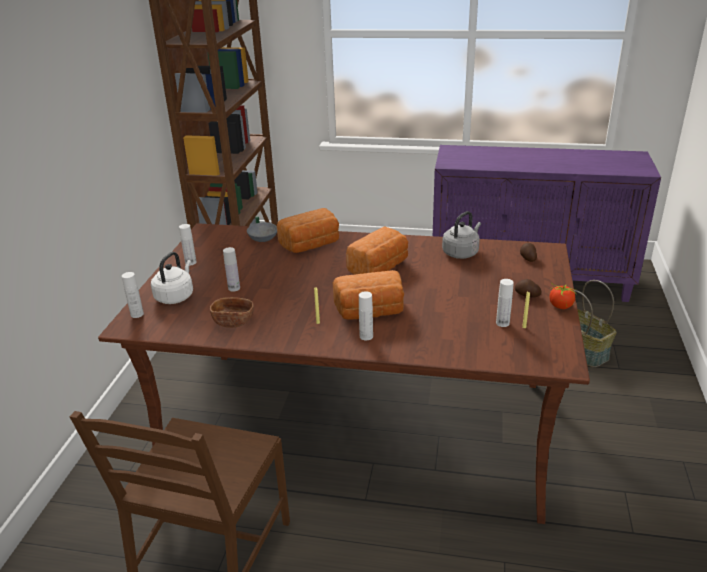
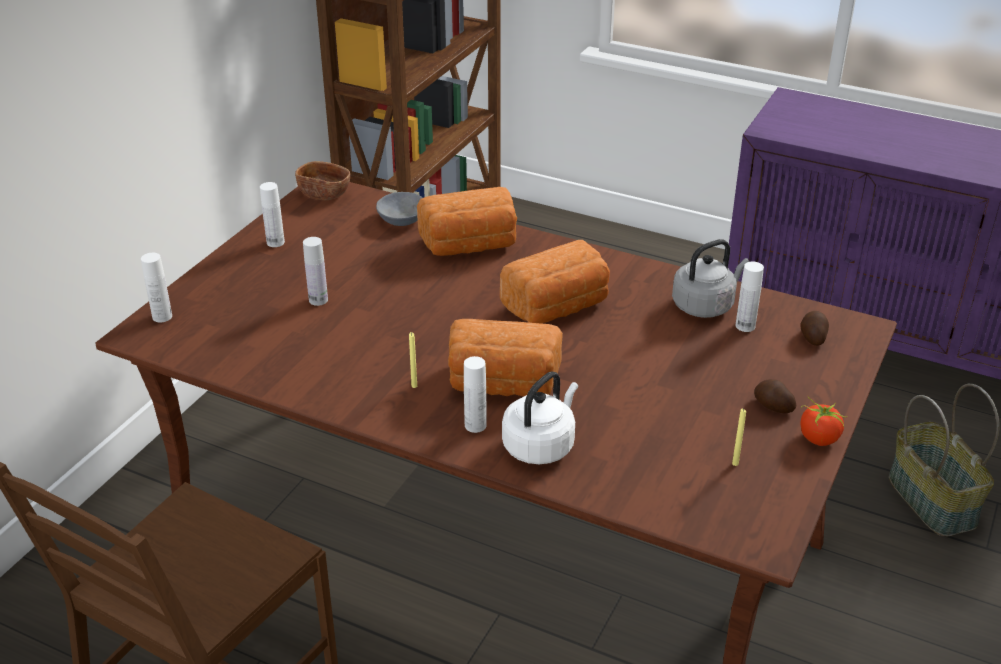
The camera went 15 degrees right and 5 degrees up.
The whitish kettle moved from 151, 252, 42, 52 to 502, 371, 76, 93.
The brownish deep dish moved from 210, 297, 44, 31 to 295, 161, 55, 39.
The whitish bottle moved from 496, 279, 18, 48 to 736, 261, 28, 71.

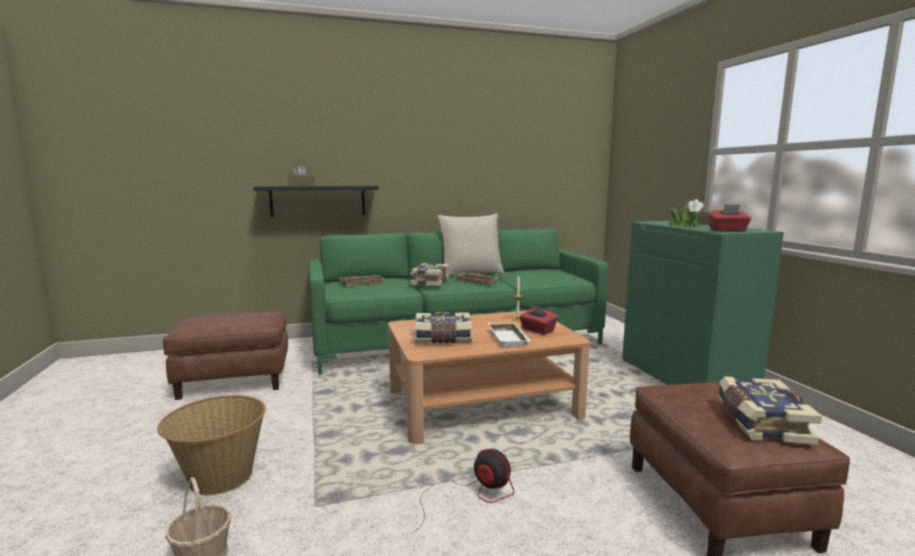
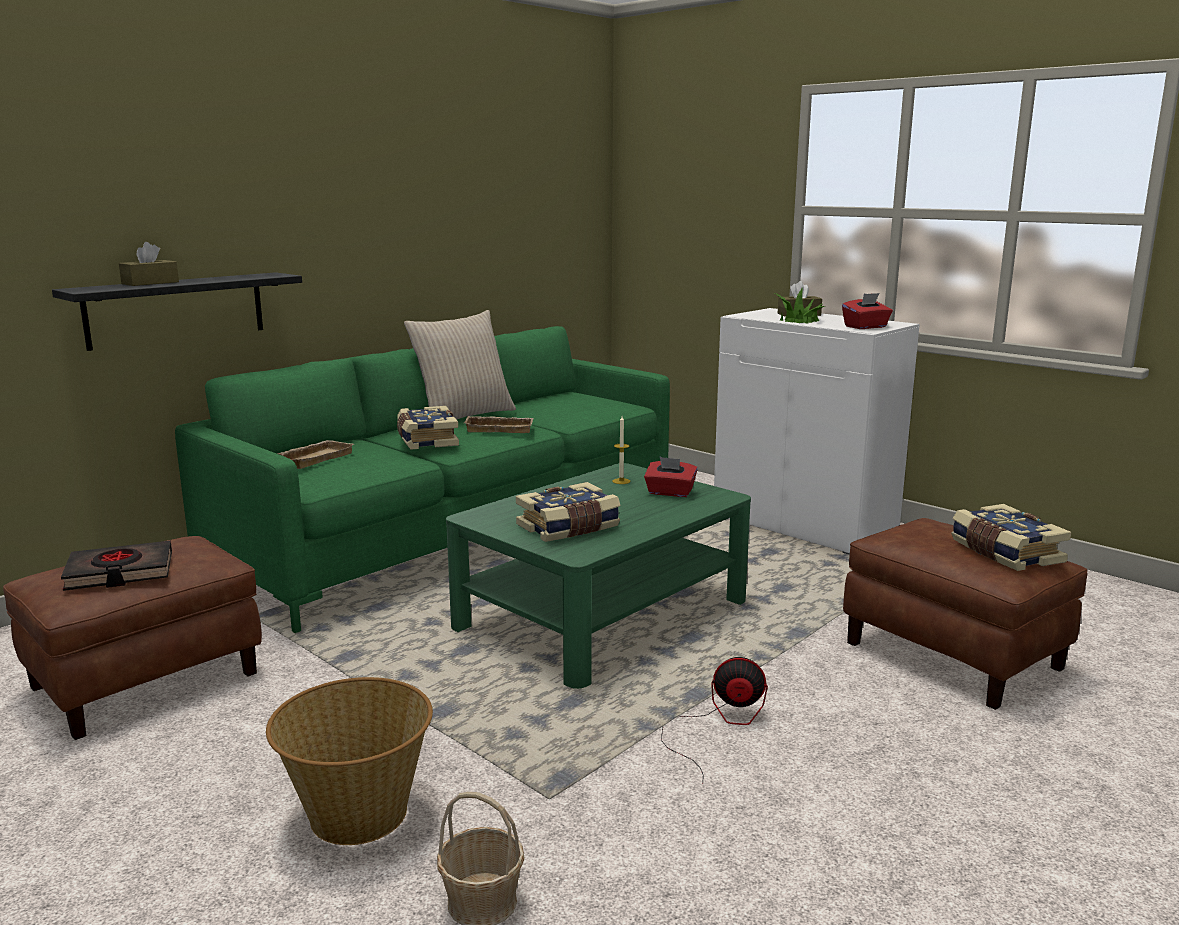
The camera went 30 degrees left and 5 degrees up.
The whitish carrying tray at 488, 322, 43, 26 disappeared.
The blackish volume at 61, 540, 111, 51 appeared.
The brownish low table at 388, 310, 202, 134 became the green-coloured low table at 446, 463, 305, 226.
The green-coloured storage cabinet at 622, 221, 162, 164 became the whitish storage cabinet at 714, 308, 206, 247.

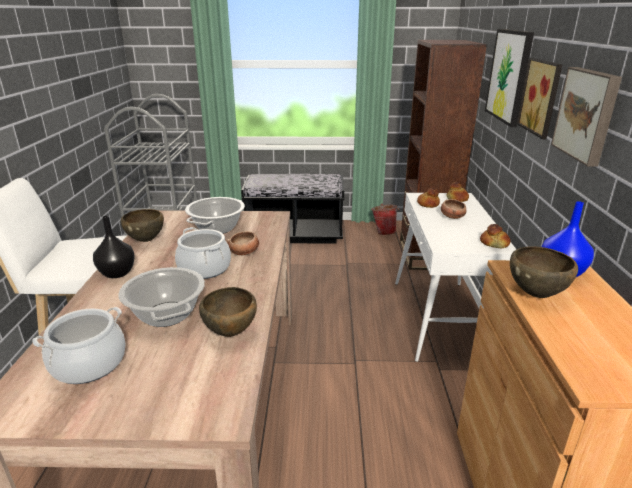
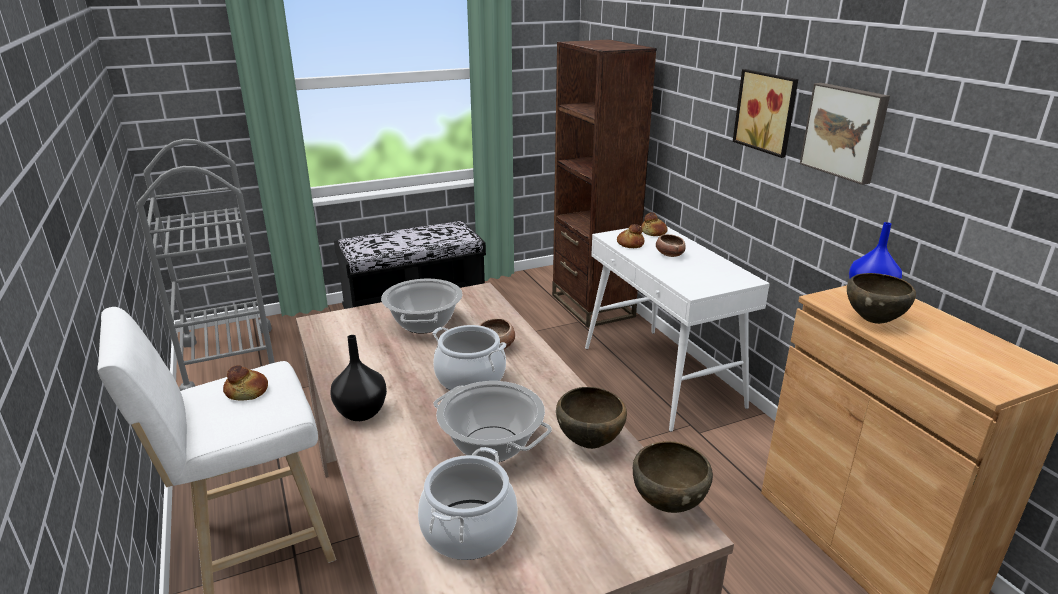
The camera went 25 degrees left and 0 degrees up.
The pail at 371, 204, 29, 31 disappeared.
The wall art at 485, 29, 49, 98 disappeared.
The brownish deep dish moved from 121, 209, 43, 33 to 633, 441, 80, 72.
The baked bread moved from 480, 224, 31, 24 to 223, 365, 45, 36.

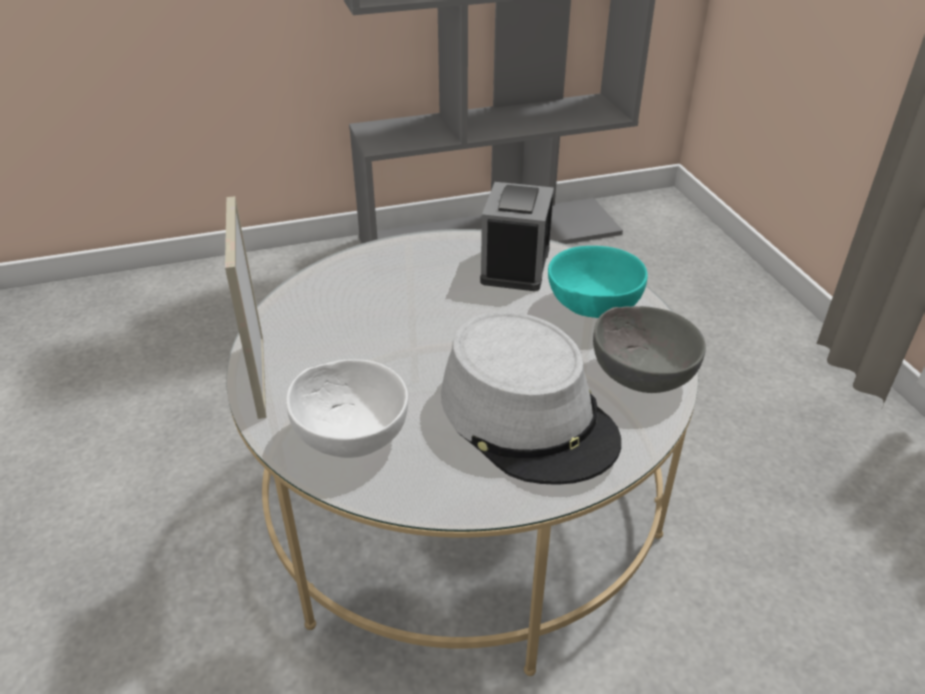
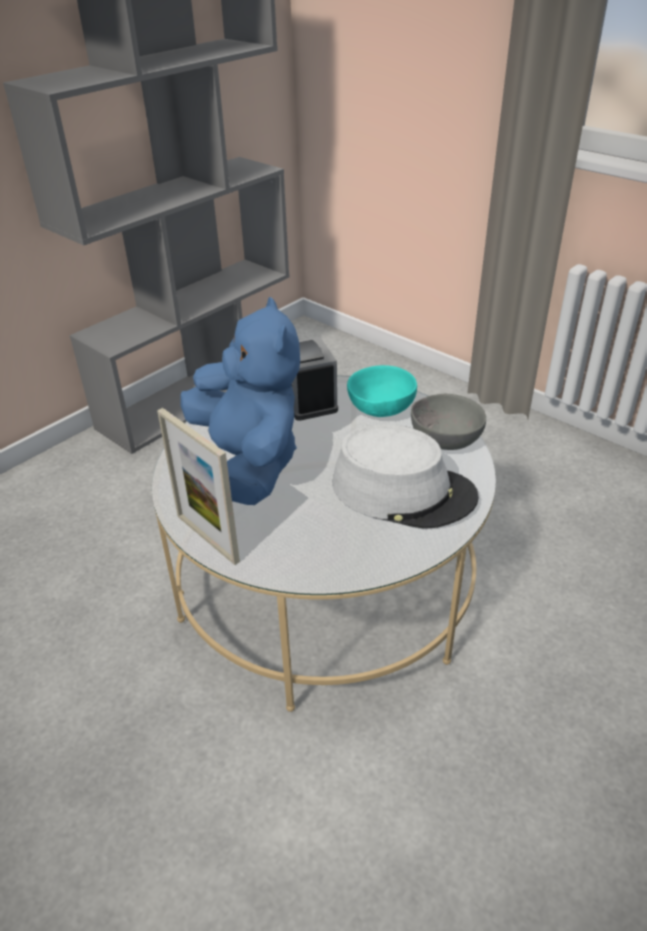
The camera went 30 degrees left and 0 degrees up.
The whitish deep dish at 286, 360, 122, 98 disappeared.
The bluish soft toy at 181, 297, 119, 208 appeared.

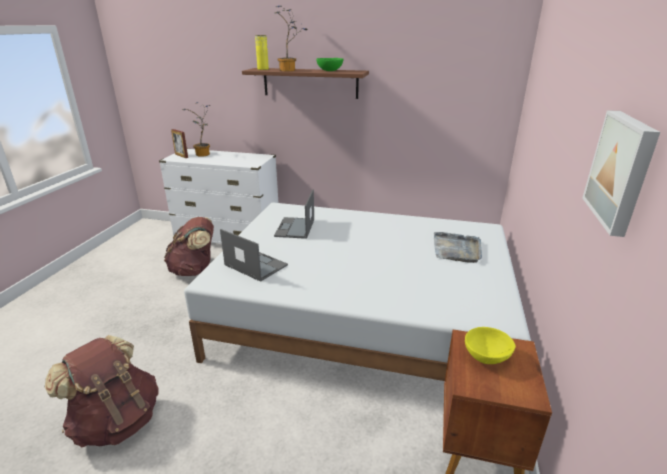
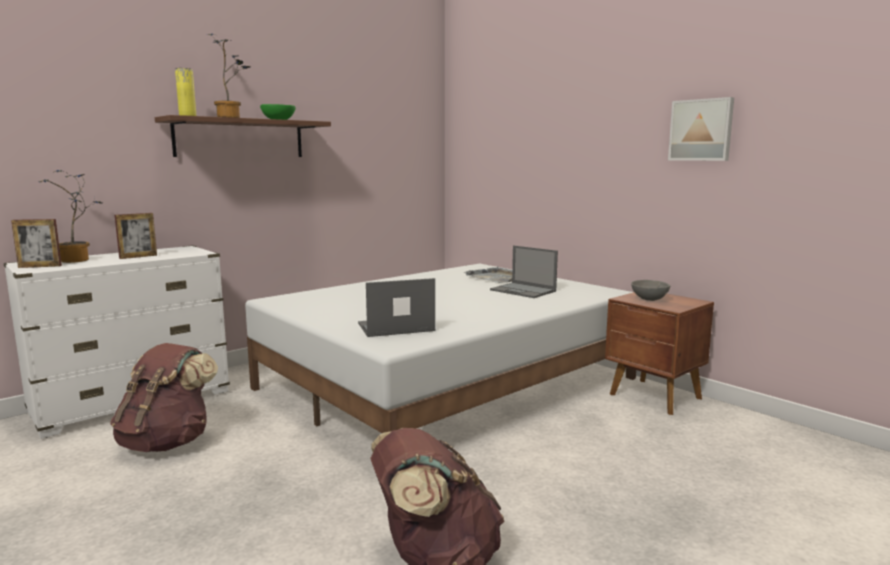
The camera went 55 degrees left and 15 degrees down.
The picture frame at 115, 213, 42, 46 appeared.
The portable computer moved from 274, 190, 40, 49 to 490, 245, 68, 53.
The yellowish deep dish at 465, 327, 51, 37 became the grey deep dish at 631, 280, 39, 21.

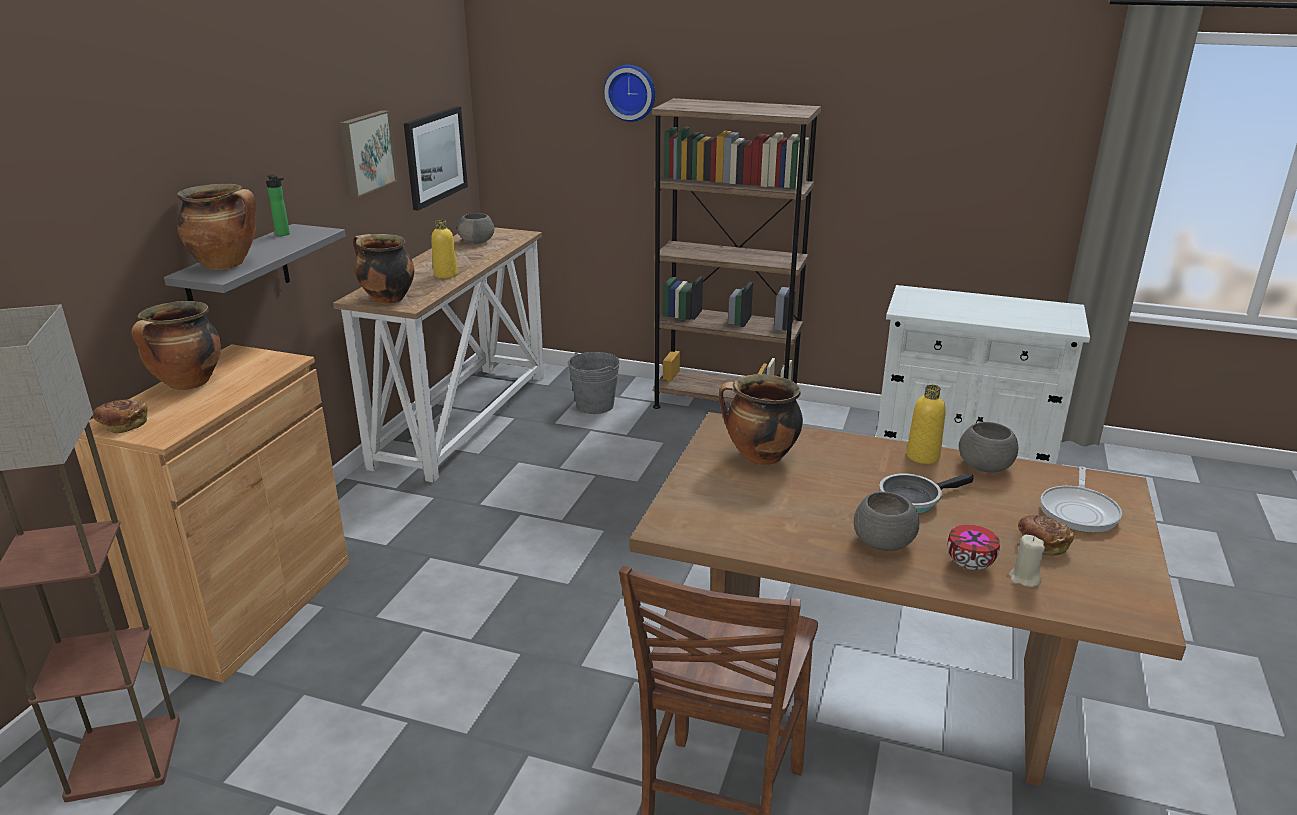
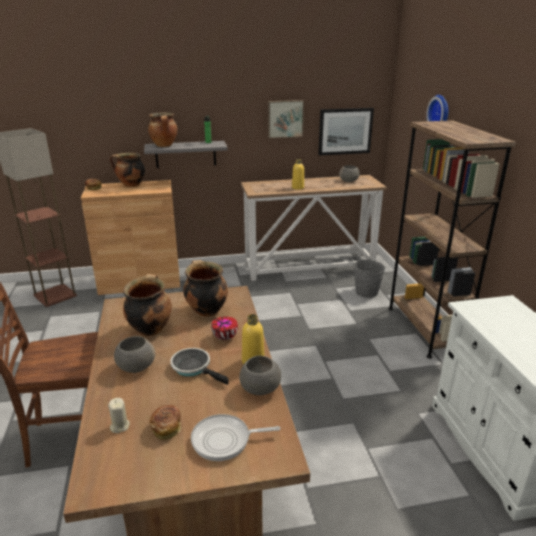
The camera went 60 degrees right and 0 degrees up.
The saucepot moved from 353, 234, 61, 70 to 123, 274, 49, 62.
The deep dish moved from 948, 525, 52, 45 to 211, 317, 27, 23.

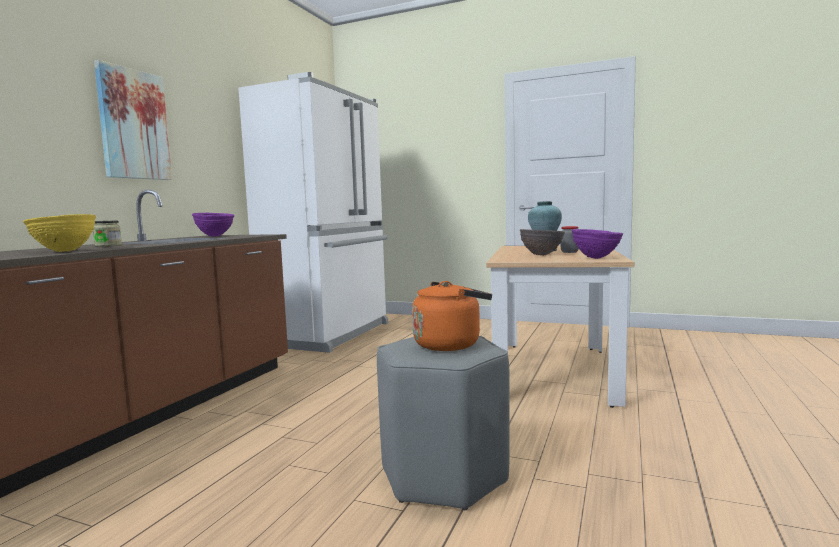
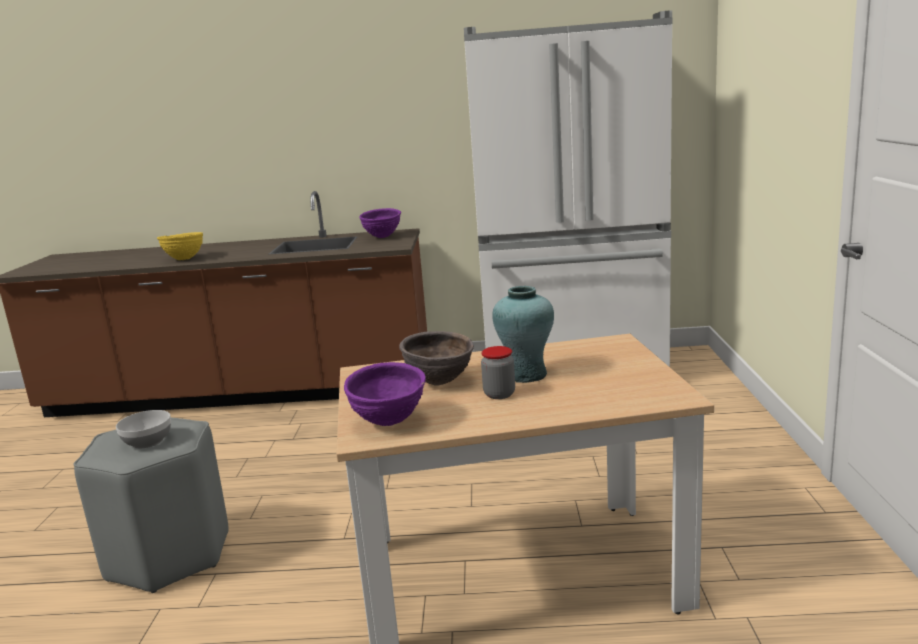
The camera went 70 degrees right and 10 degrees up.
The storage jar at 93, 220, 29, 27 disappeared.
The wall art at 94, 60, 78, 120 disappeared.
The orange kettle at 412, 281, 80, 70 was replaced by the deep dish at 116, 410, 55, 38.

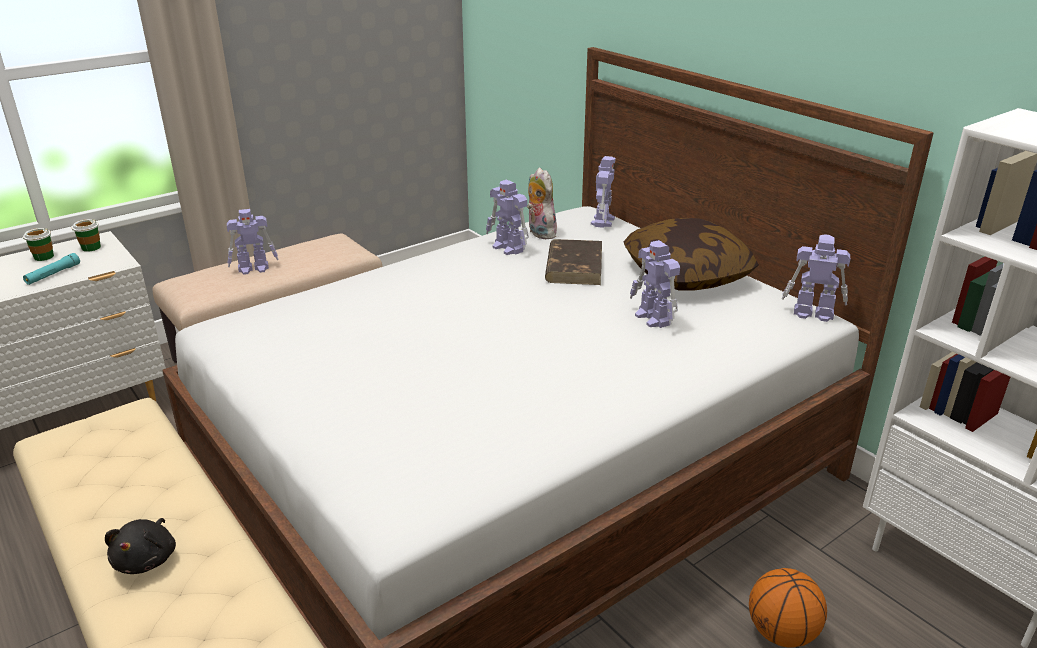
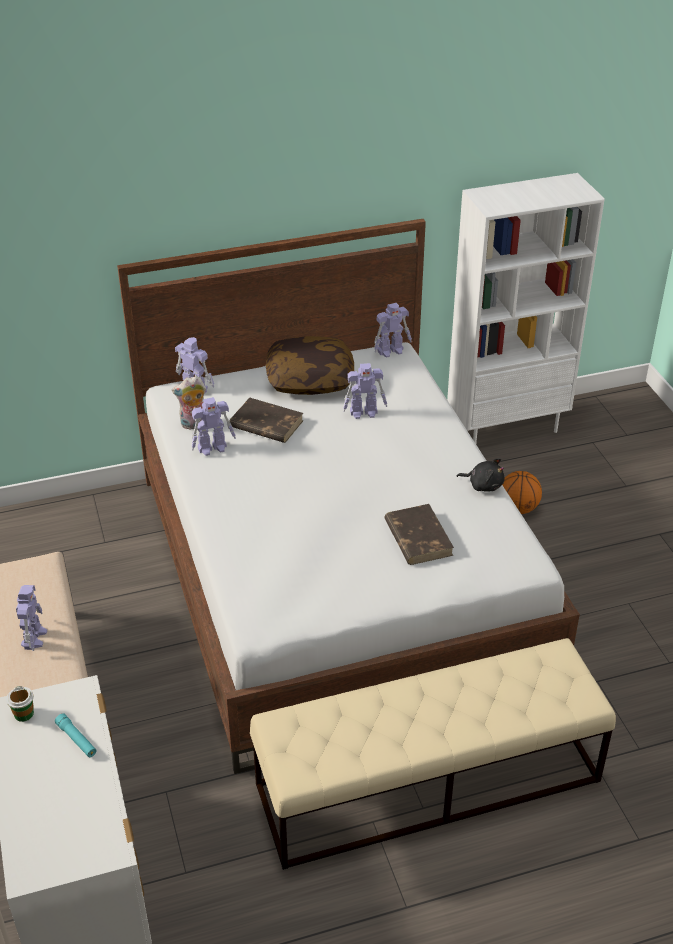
The camera went 70 degrees left and 10 degrees up.
The small cup at 23, 228, 31, 33 disappeared.
The brownish volume at 384, 504, 70, 61 appeared.
The blackish soft toy moved from 105, 518, 71, 56 to 456, 458, 49, 34.
The robot figure at 781, 234, 69, 88 turned 150 degrees counterclockwise.

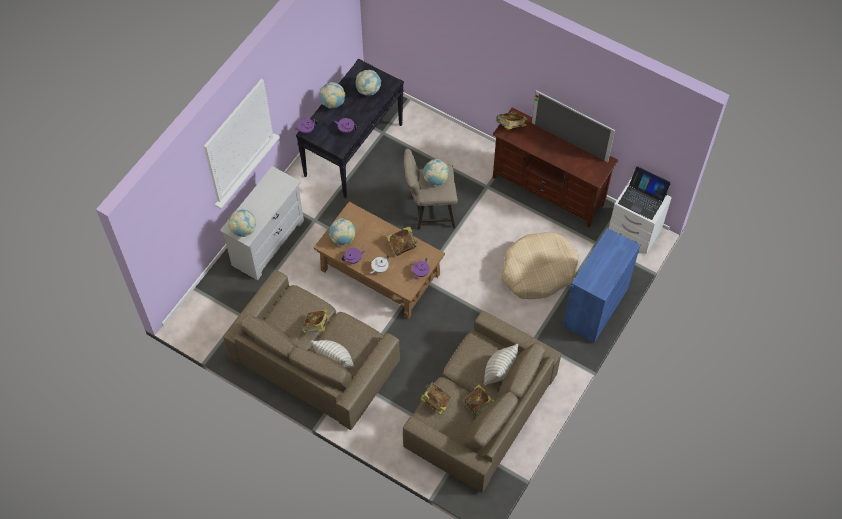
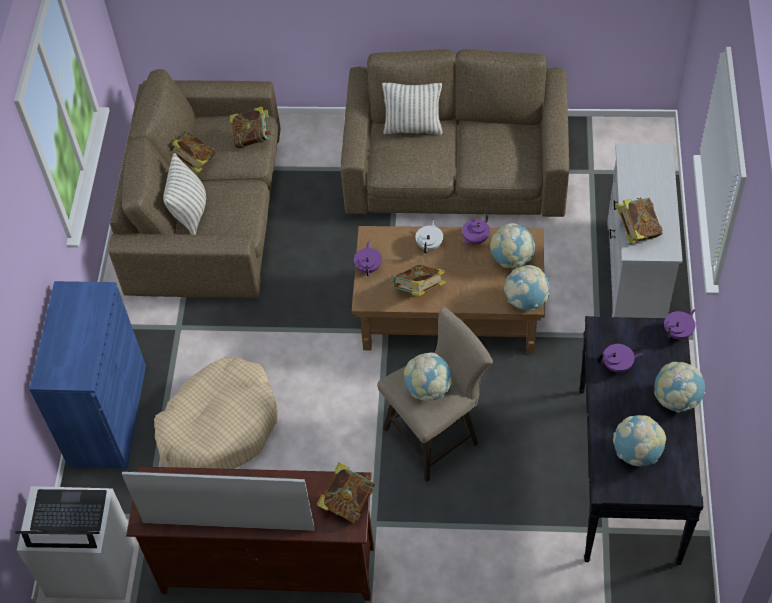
The camera went 155 degrees right and 5 degrees down.
The world globe moved from 229, 210, 27, 27 to 504, 265, 46, 46.
The volume moved from 302, 309, 28, 25 to 616, 198, 47, 46.

